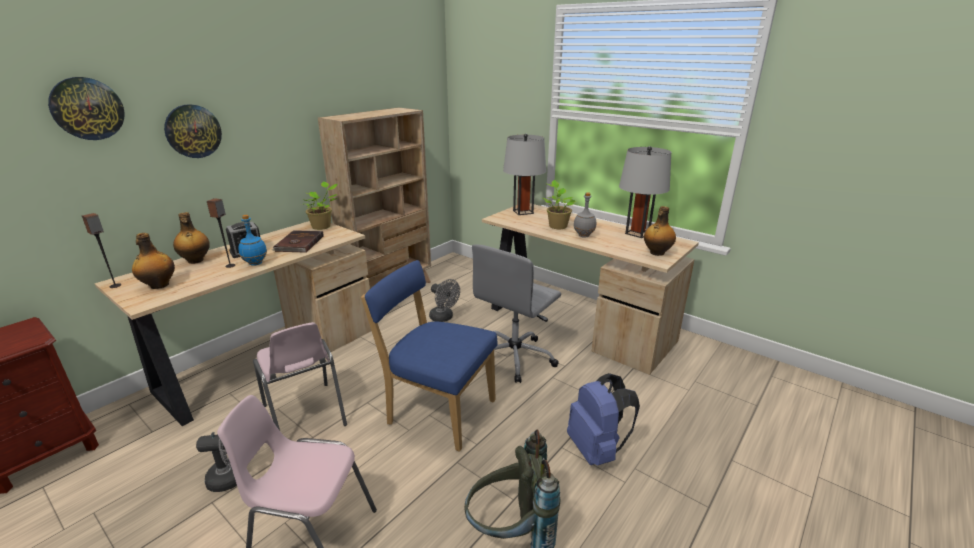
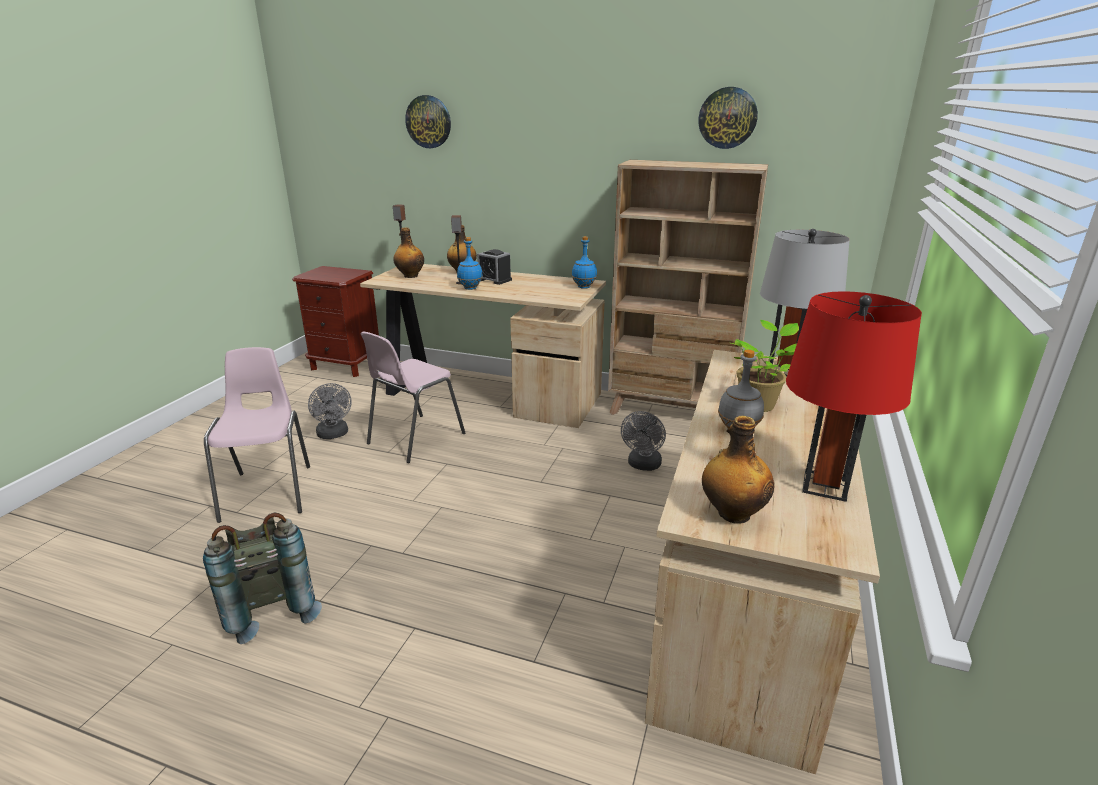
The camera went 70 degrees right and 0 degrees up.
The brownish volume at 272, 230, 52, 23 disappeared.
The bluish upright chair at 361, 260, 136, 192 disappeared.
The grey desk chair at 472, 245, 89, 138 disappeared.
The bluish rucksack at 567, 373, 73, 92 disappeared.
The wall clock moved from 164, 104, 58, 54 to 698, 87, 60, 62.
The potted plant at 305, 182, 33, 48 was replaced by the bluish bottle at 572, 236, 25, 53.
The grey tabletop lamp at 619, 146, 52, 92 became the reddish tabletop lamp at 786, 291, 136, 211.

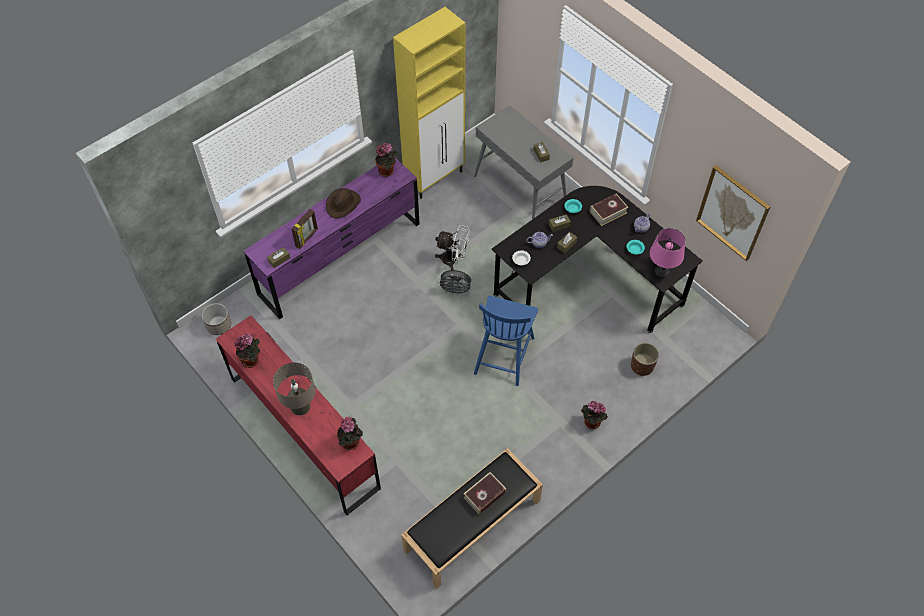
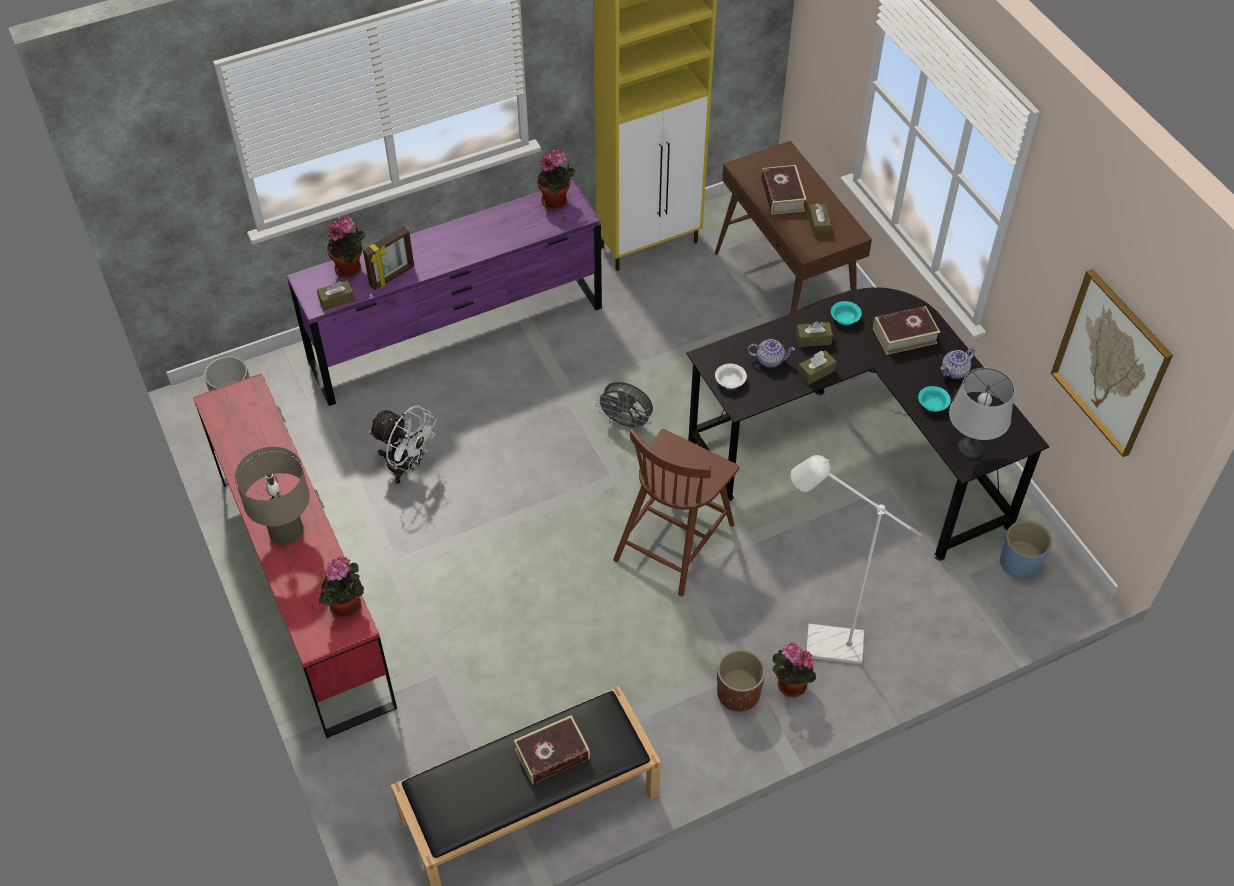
The camera went 15 degrees right and 5 degrees down.
The brownish hat at 326, 188, 35, 30 disappeared.
The volume at 761, 165, 46, 50 appeared.
The whitish standing lamp at 791, 455, 131, 209 appeared.
The bluish planter at 1000, 520, 52, 60 appeared.
The potted plant moved from 234, 334, 26, 34 to 327, 216, 39, 62.
The whitish electric fan moved from 435, 225, 35, 45 to 368, 406, 69, 78.
The brownish planter moved from 631, 342, 28, 34 to 717, 649, 48, 63.
The grey hall table at 474, 105, 99, 114 became the brownish hall table at 715, 141, 157, 173.
The bluish upright chair at 474, 296, 64, 90 became the brownish upright chair at 613, 429, 126, 167.
The pink-coloured tabletop lamp at 650, 228, 36, 50 became the grey tabletop lamp at 949, 368, 66, 91.

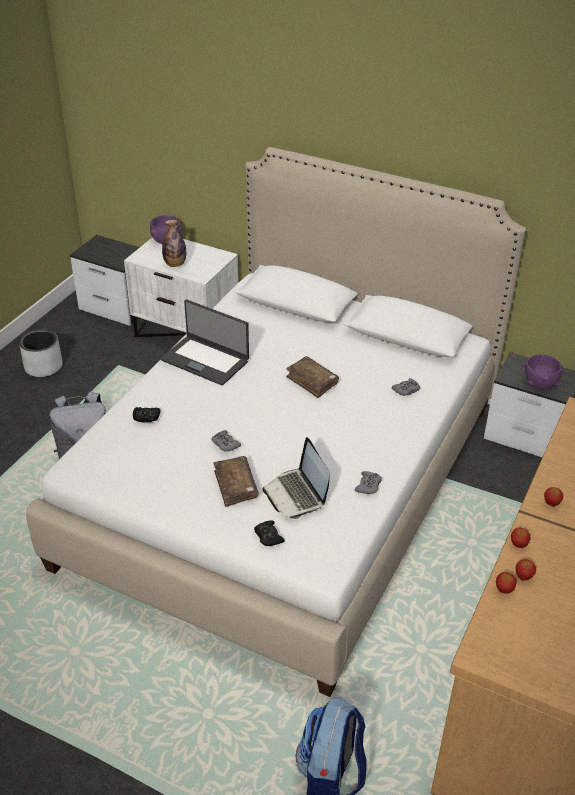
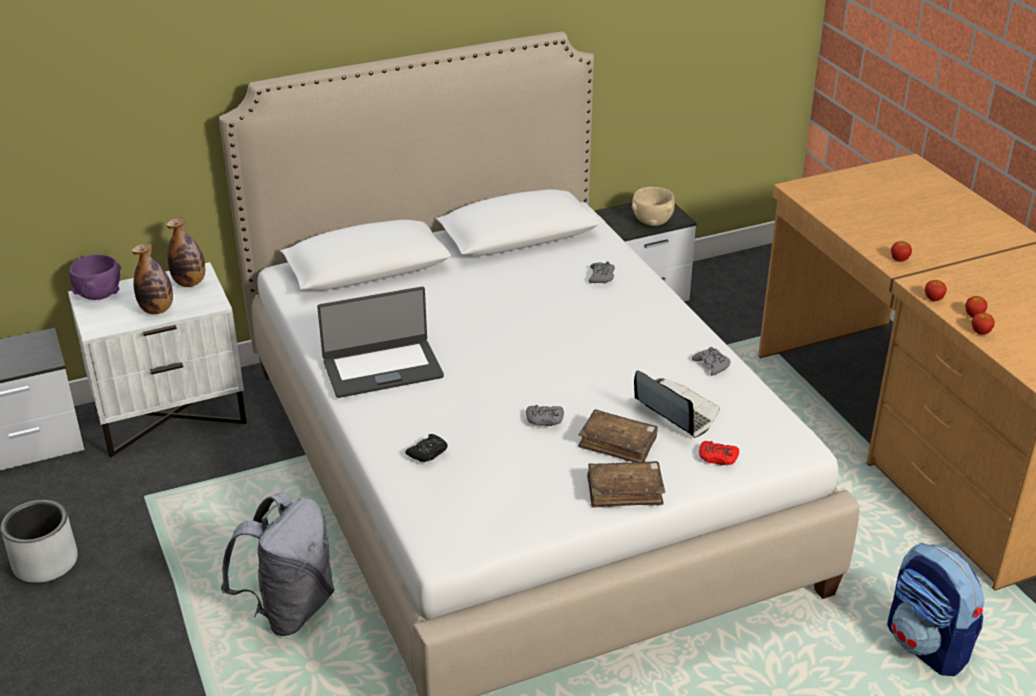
The camera went 50 degrees left and 5 degrees down.
The bottle at 166, 218, 39, 69 appeared.
The brownish volume moved from 286, 356, 53, 42 to 587, 461, 78, 47.
The blackish joypad at 254, 520, 31, 26 became the reddish joypad at 699, 441, 40, 24.
The purple-coloured deep dish at 524, 354, 38, 35 became the sand-coloured deep dish at 632, 187, 43, 39.
The portable computer at 262, 437, 68, 82 turned 150 degrees counterclockwise.

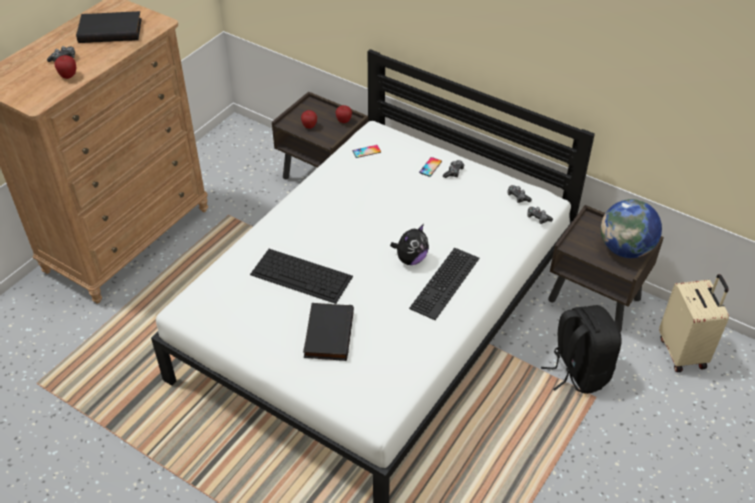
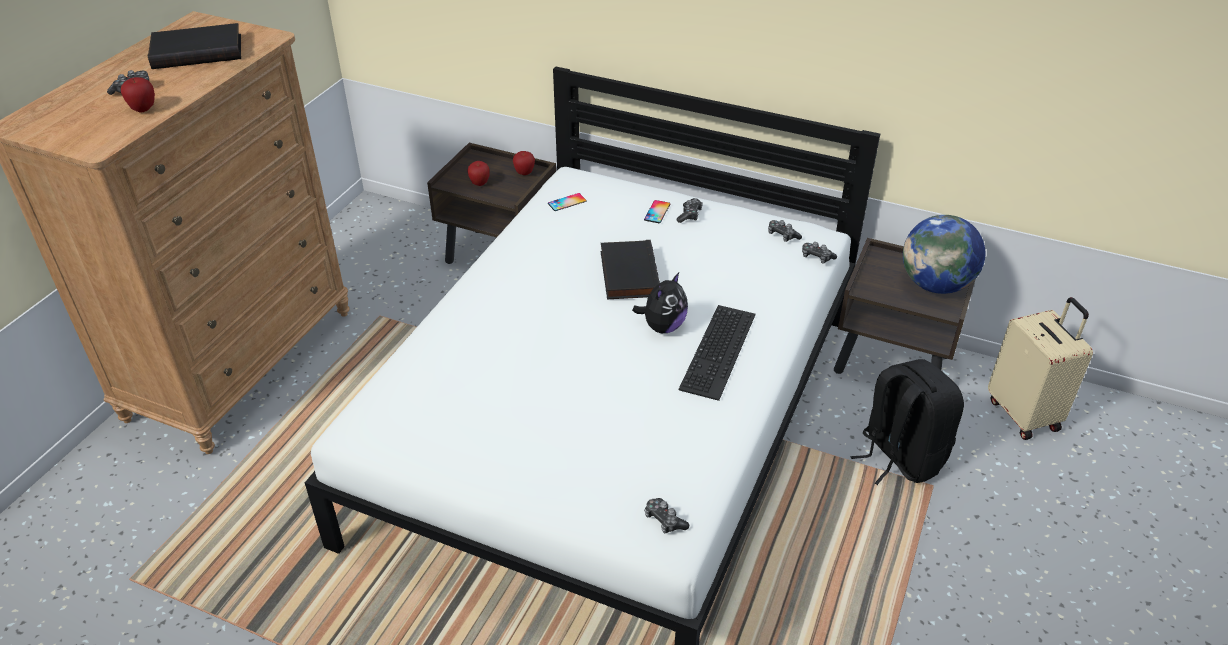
The camera went 10 degrees left and 5 degrees down.
The keyboard at 250, 249, 103, 55 disappeared.
The joypad at 644, 498, 46, 36 appeared.
The blackish volume moved from 303, 303, 51, 58 to 601, 240, 59, 59.

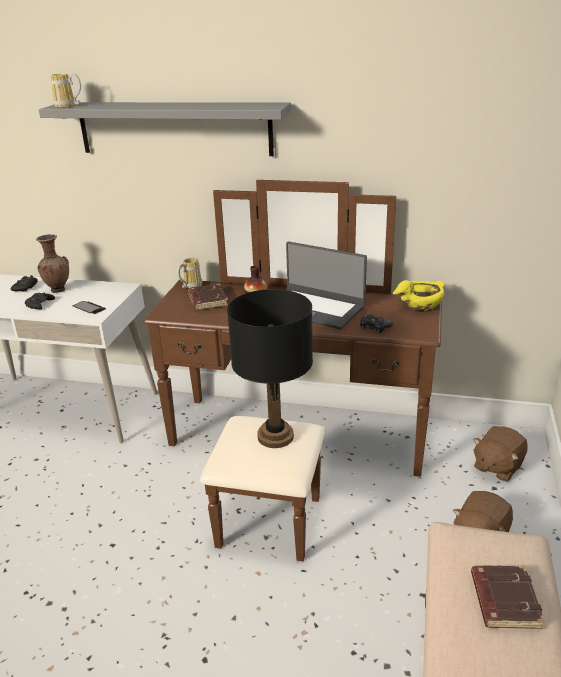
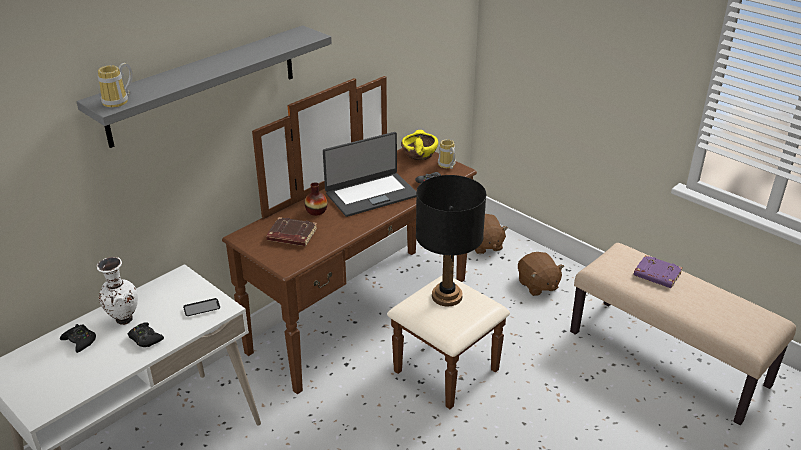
The camera went 60 degrees left and 5 degrees up.
The tea mug moved from 177, 258, 25, 30 to 438, 139, 18, 30.
The brownish flower vase at 36, 234, 33, 59 became the whitish flower vase at 97, 257, 41, 68.
The brownish volume at 471, 565, 74, 64 became the purple-coloured volume at 633, 255, 50, 33.

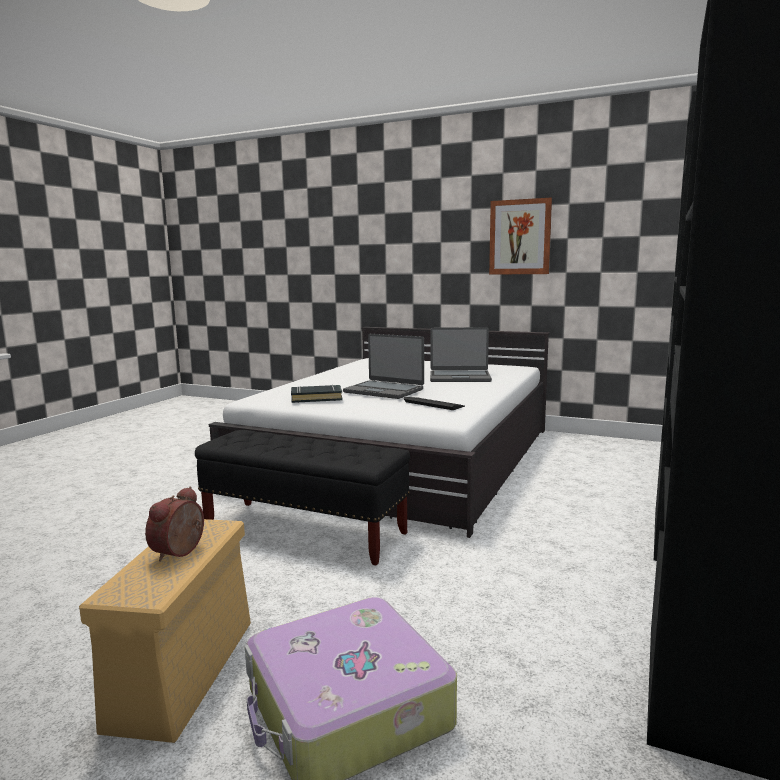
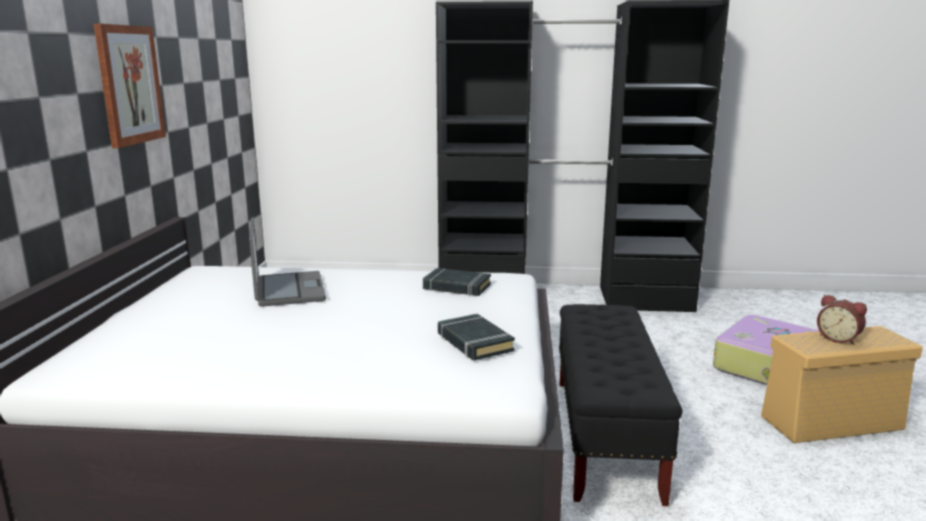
The camera went 110 degrees left and 5 degrees up.
The portable computer at 343, 334, 81, 65 disappeared.
The keyboard at 403, 397, 62, 13 was replaced by the blackish volume at 423, 268, 68, 28.
The table clock at 145, 486, 59, 76 turned 45 degrees clockwise.

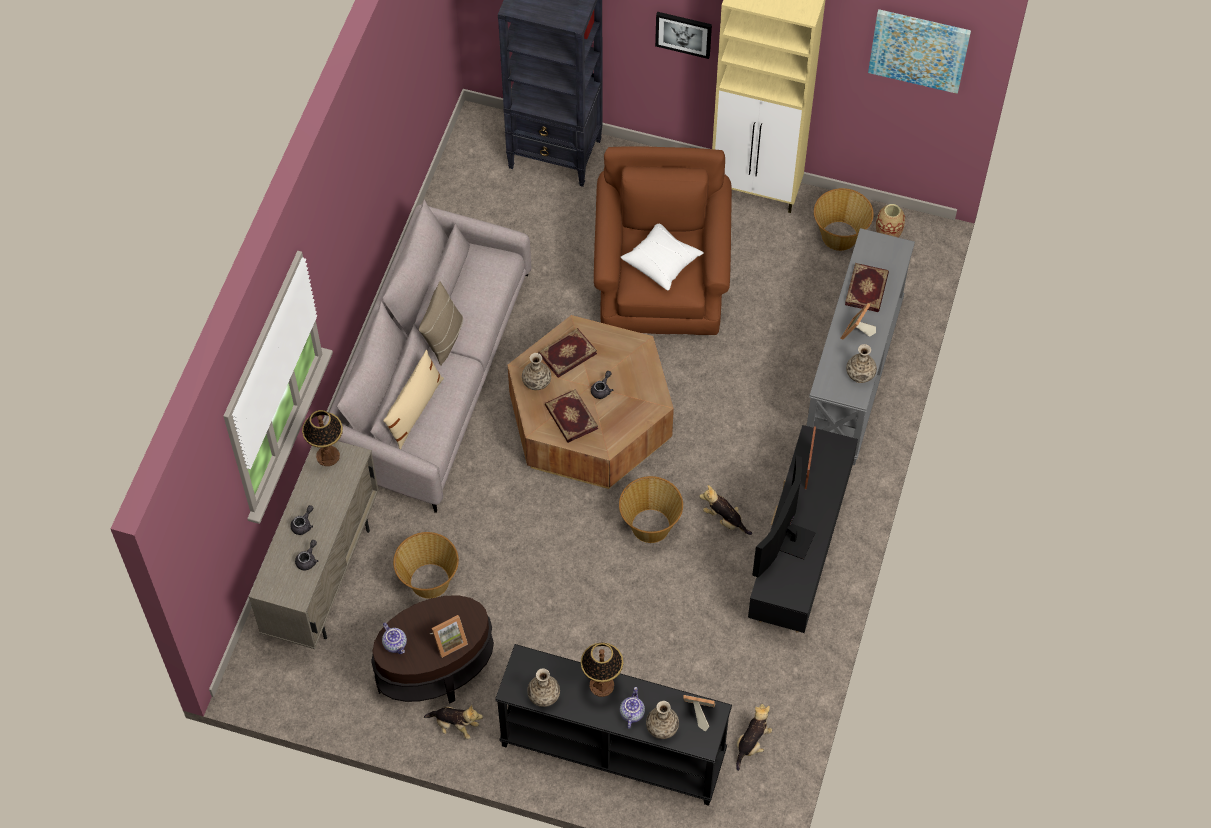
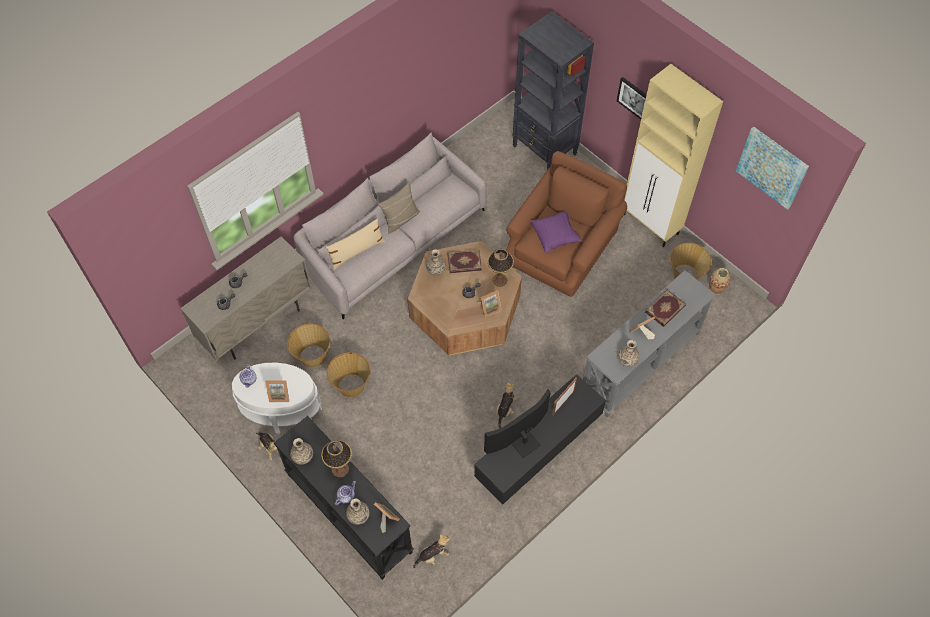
The camera went 30 degrees right and 0 degrees up.
The volume at 545, 389, 53, 54 disappeared.
The picture frame at 478, 290, 24, 28 appeared.
The tabletop lamp moved from 302, 410, 41, 56 to 488, 249, 26, 38.
The basket moved from 619, 476, 64, 67 to 327, 352, 44, 46.
The brownish accent table at 371, 595, 123, 108 became the whitish accent table at 232, 363, 90, 70.
The whitish throw pillow at 620, 224, 84, 67 became the purple-coloured throw pillow at 530, 211, 52, 42.
The soft toy at 699, 485, 53, 50 turned 45 degrees clockwise.

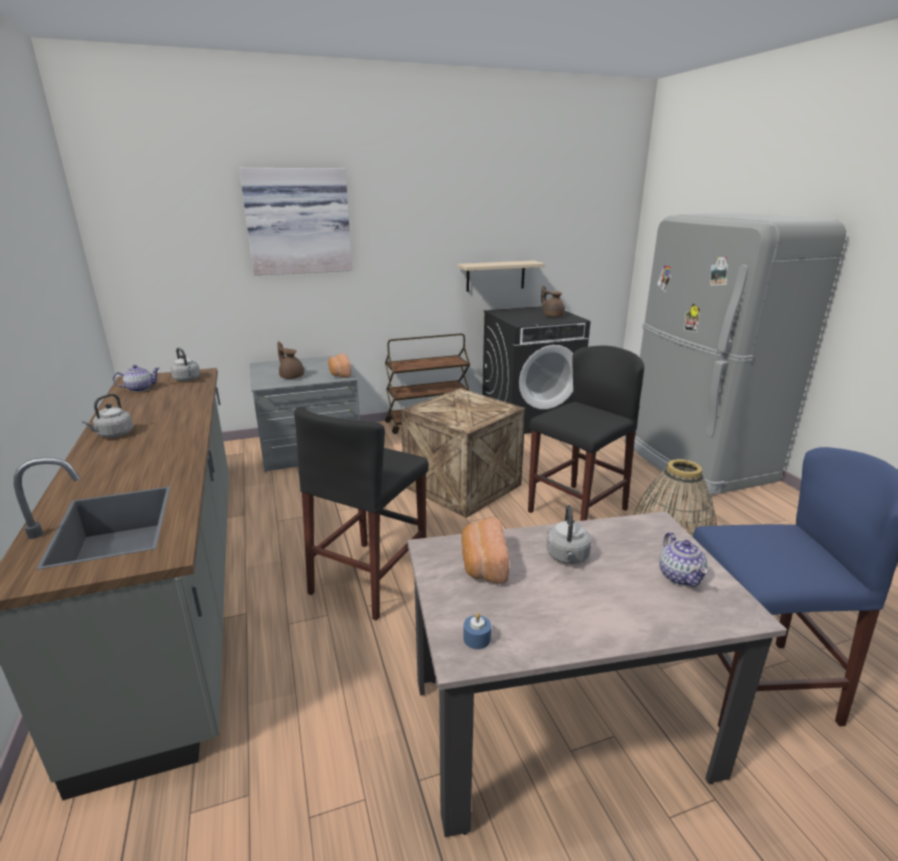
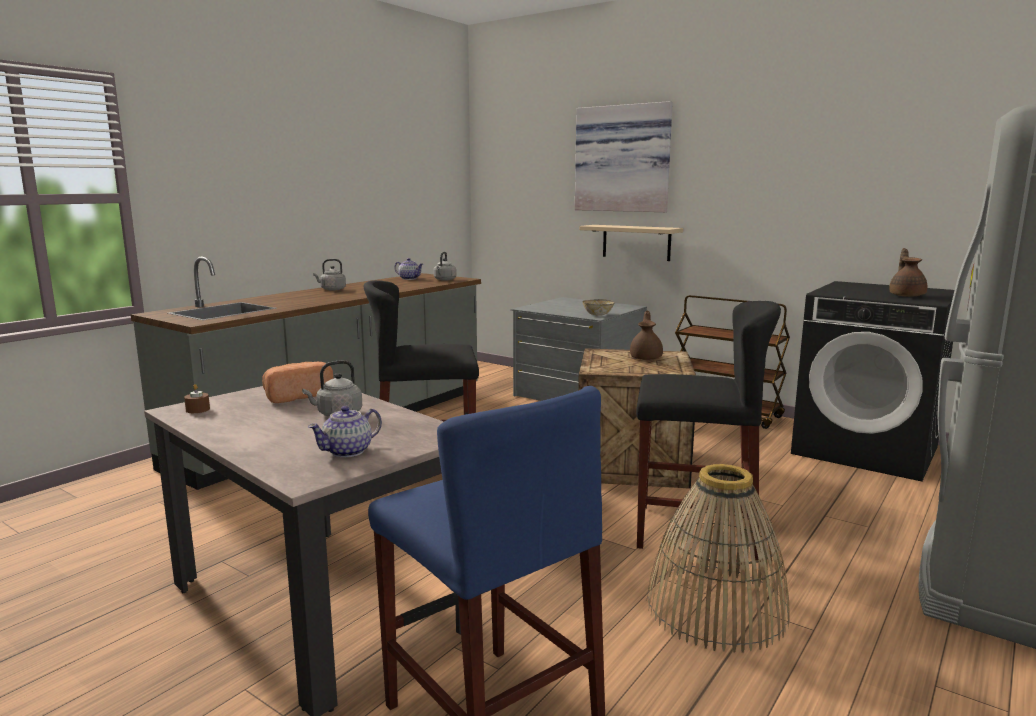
The camera went 55 degrees right and 10 degrees down.
The brownish tea pot moved from 277, 342, 27, 37 to 630, 310, 33, 50.
The sand-coloured bracket shelf moved from 457, 260, 88, 32 to 579, 225, 104, 36.
The baked bread at 328, 354, 23, 24 was replaced by the deep dish at 582, 299, 33, 17.
The bluish wax candle at 463, 613, 28, 36 became the brownish wax candle at 184, 384, 26, 29.

